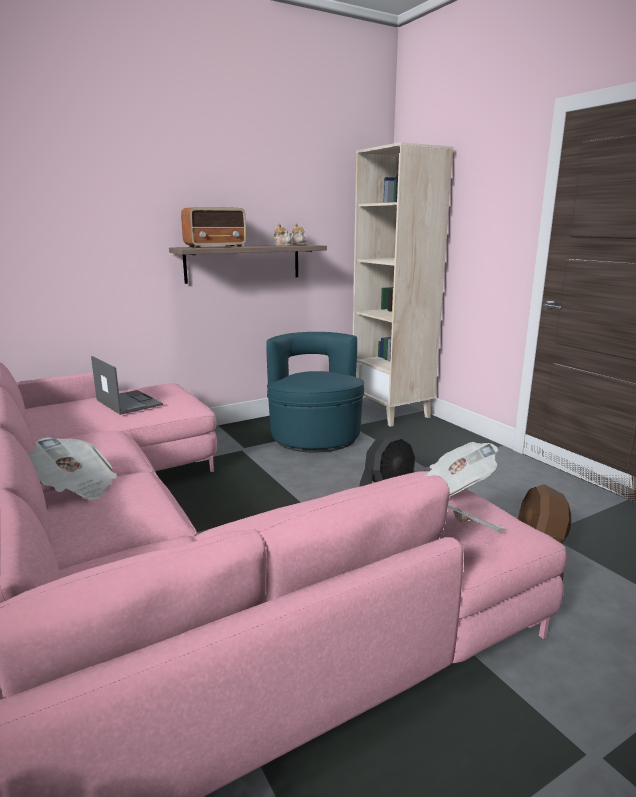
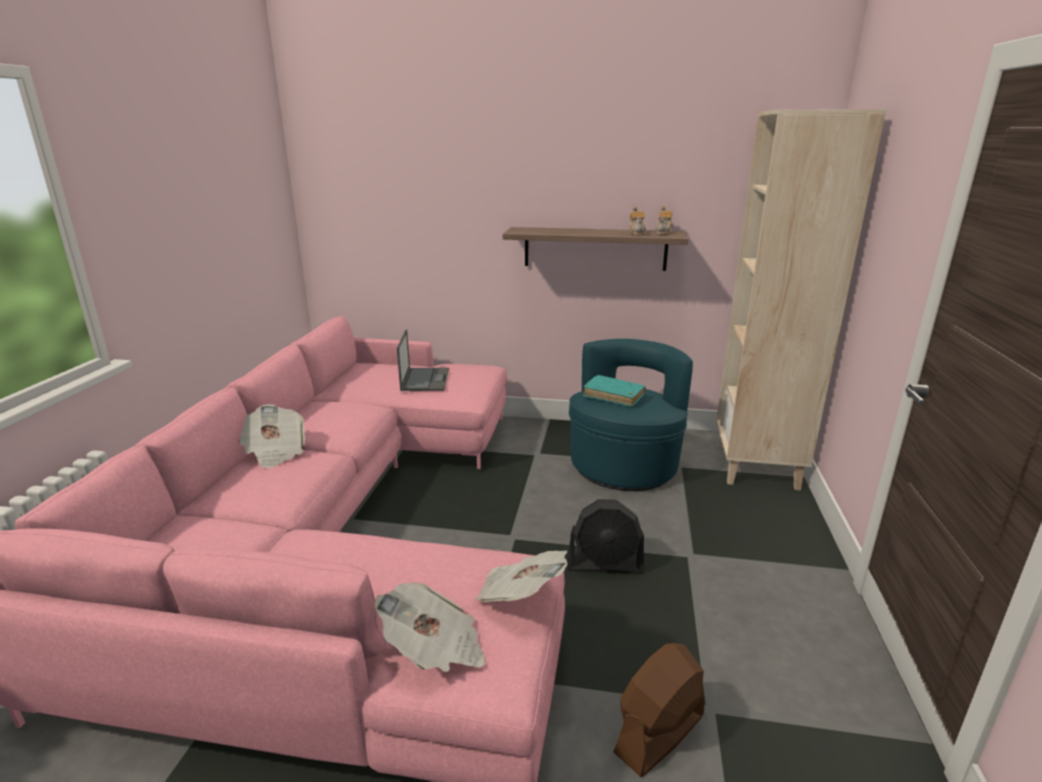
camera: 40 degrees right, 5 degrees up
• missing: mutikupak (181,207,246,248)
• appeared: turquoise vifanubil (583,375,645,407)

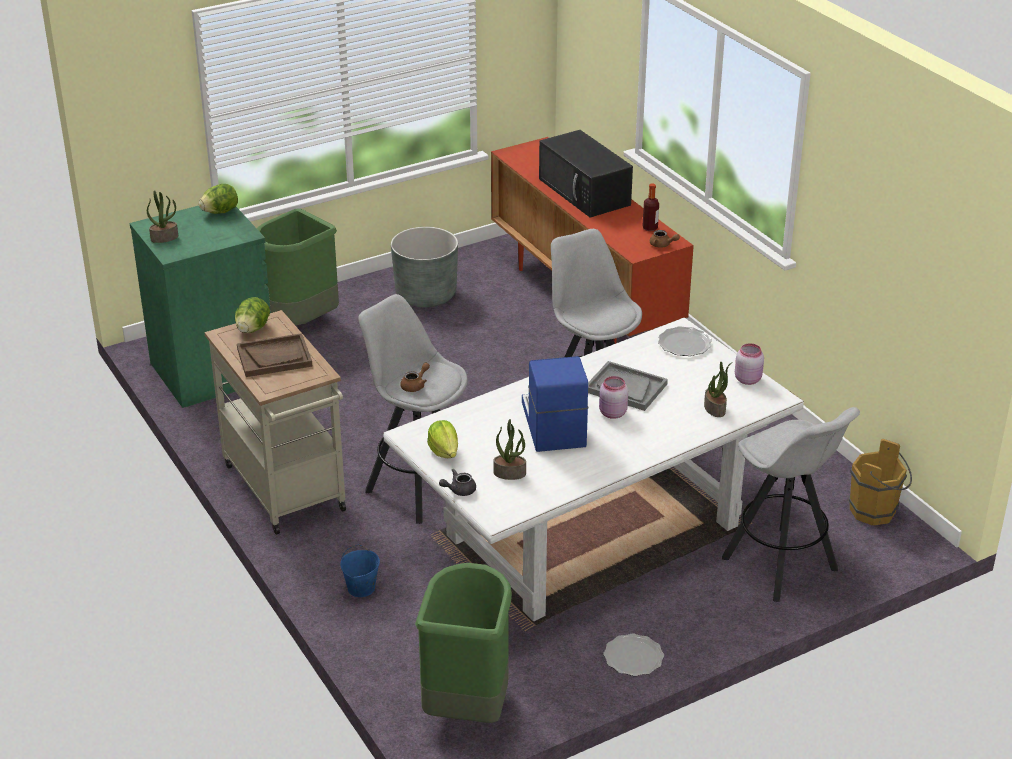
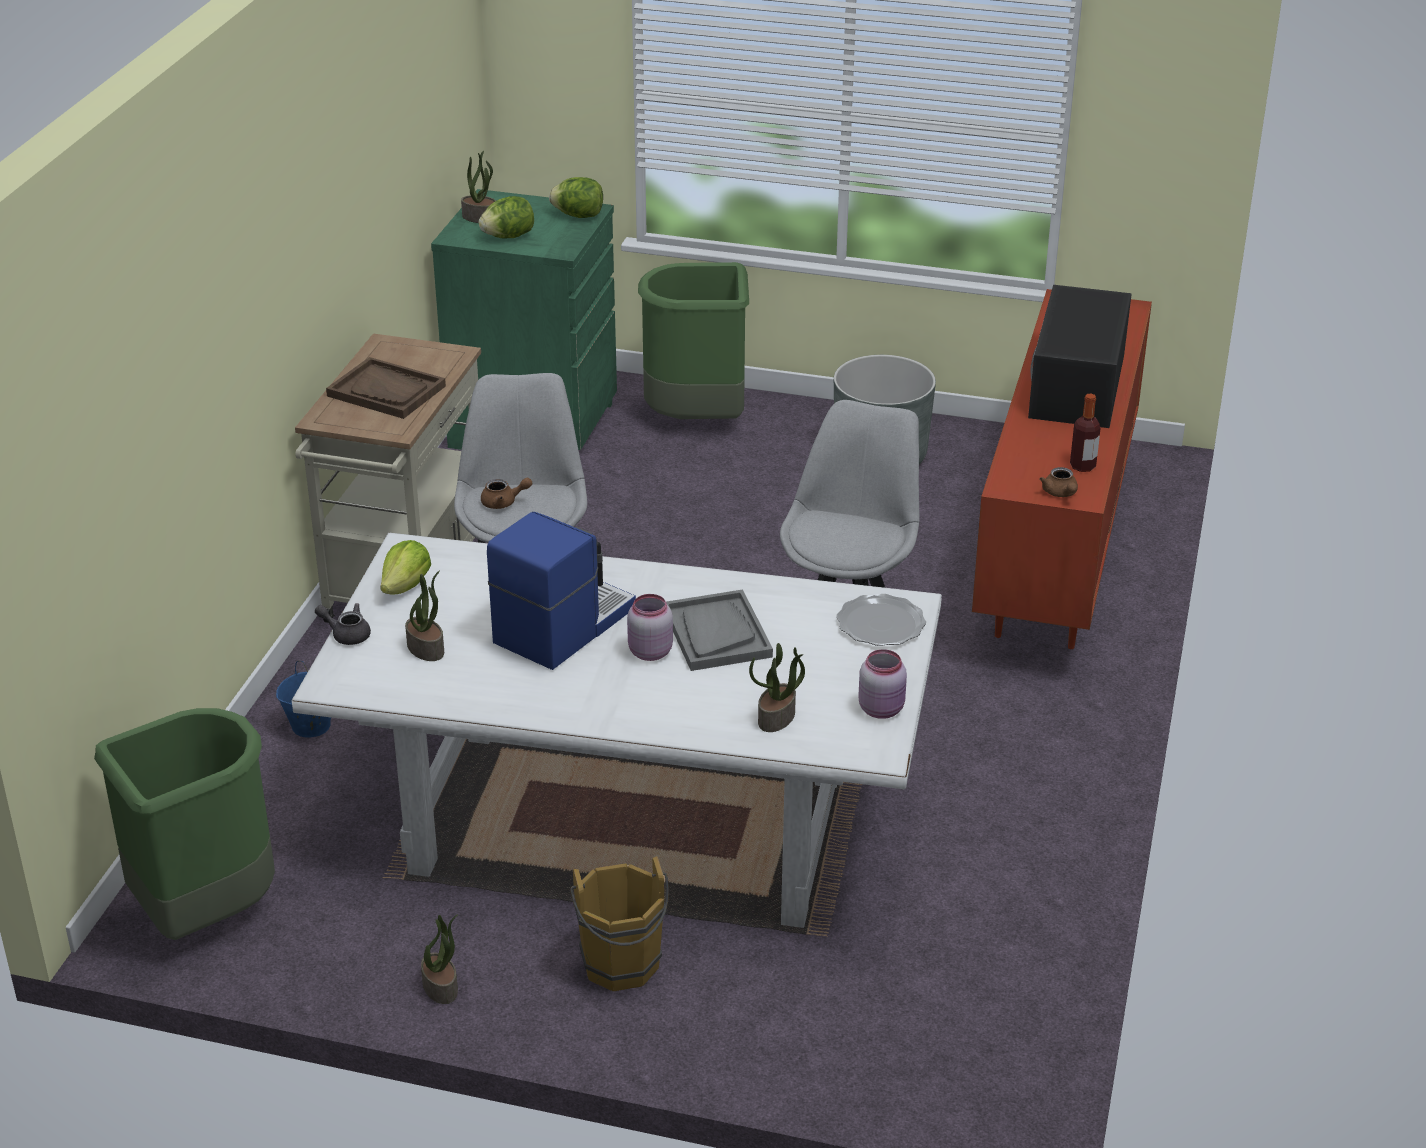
camera: 45 degrees right, 0 degrees up
• missing: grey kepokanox (722,407,860,602)
• relocated: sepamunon (235,297,270,333) to (479,196,534,239)
• relocated: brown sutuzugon (849,439,912,525) to (570,856,669,991)
• exchanged: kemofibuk (603,634,664,676) to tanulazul (421,914,458,1004)

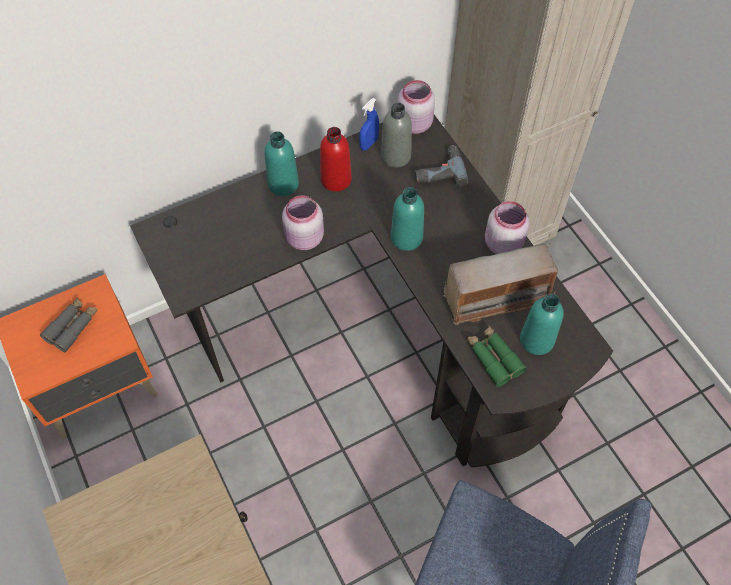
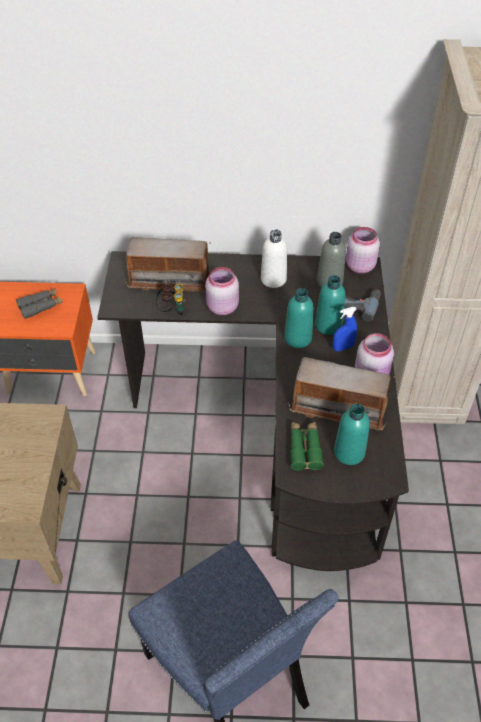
camera: 30 degrees right, 10 degrees down
• appeared: mutikupak (125,237,210,292)
• appeared: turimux (156,284,187,316)
• relocated: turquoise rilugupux (265,131,299,196) to (315,275,345,335)
• relocated: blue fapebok (359,98,379,151) to (333,307,357,351)
• colour: red rilugupux (320,127,352,192) to white rilugupux (261,229,287,288)

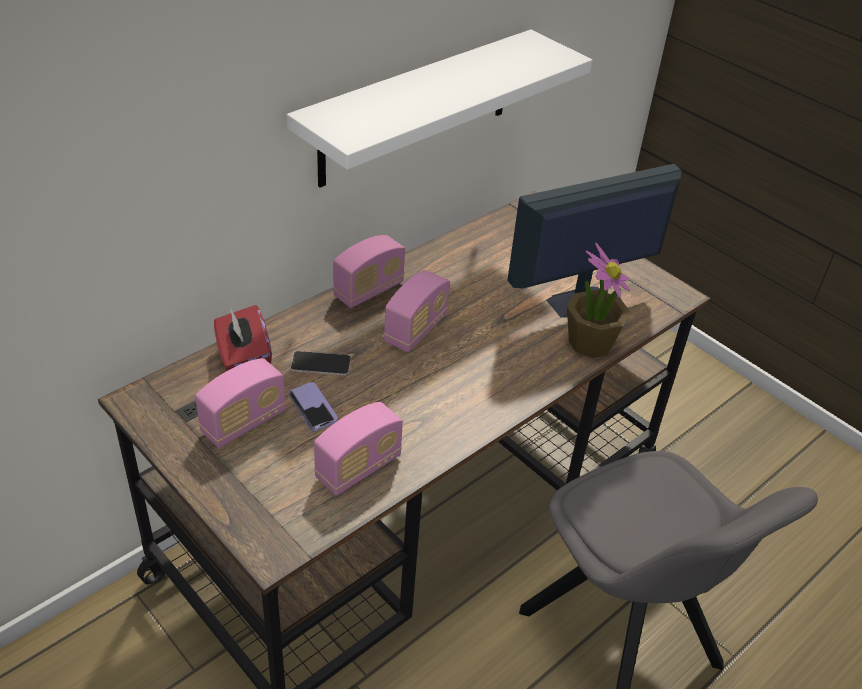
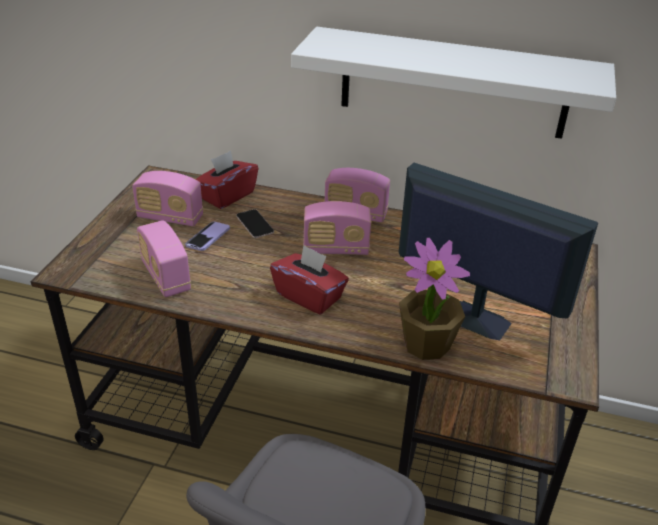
camera: 60 degrees right, 5 degrees down
• appeared: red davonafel (270,245,349,314)
• spun: mutikupak (314,402,403,496) = (137,220,191,297) 45 degrees clockwise

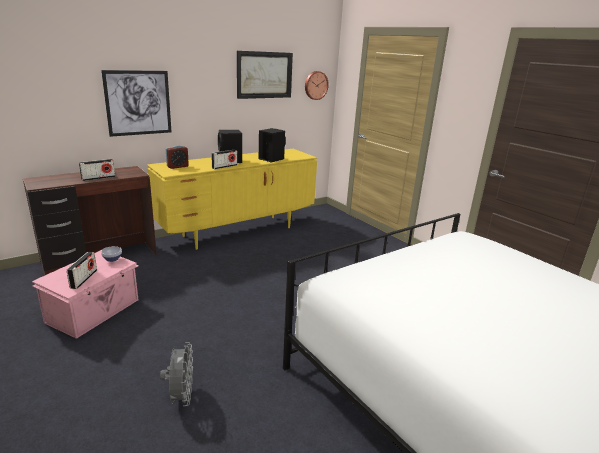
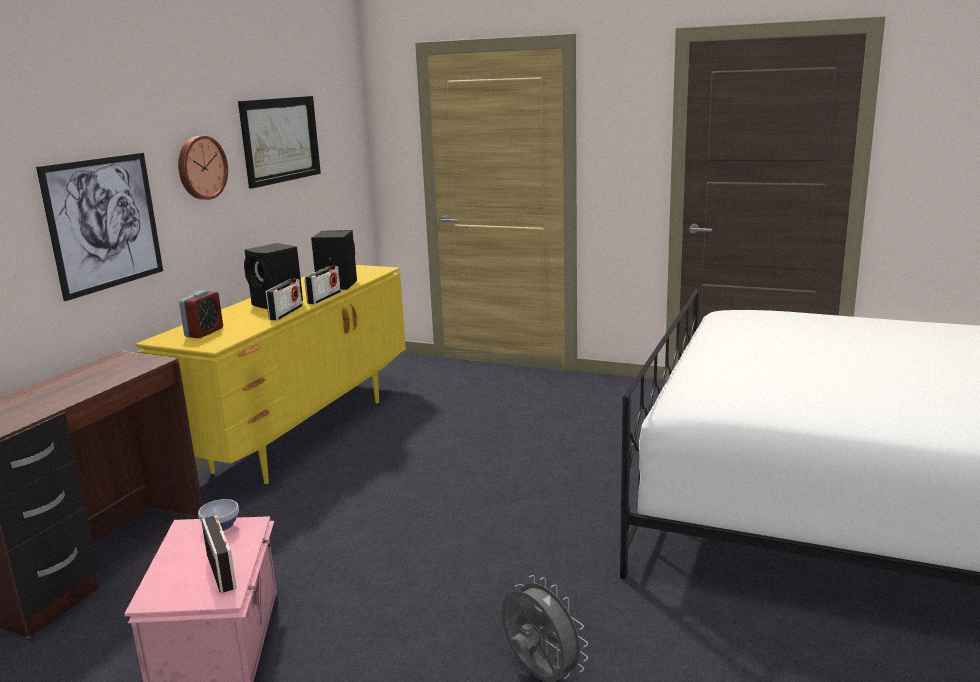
camera: 30 degrees left, 5 degrees down
• relocated: mutikupak (79,159,115,181) to (305,266,341,304)
• relocated: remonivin (305,71,329,100) to (178,136,228,200)

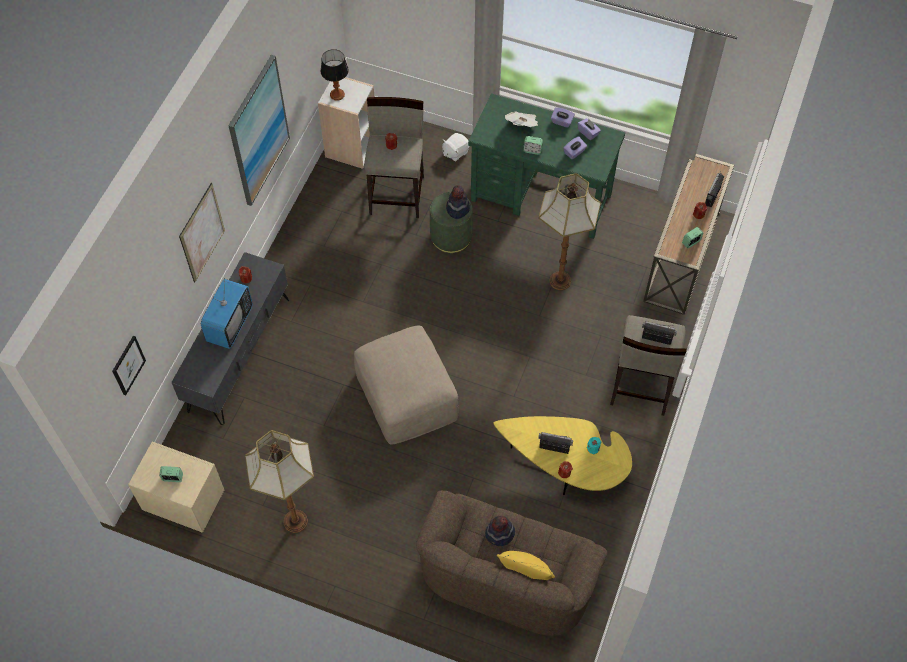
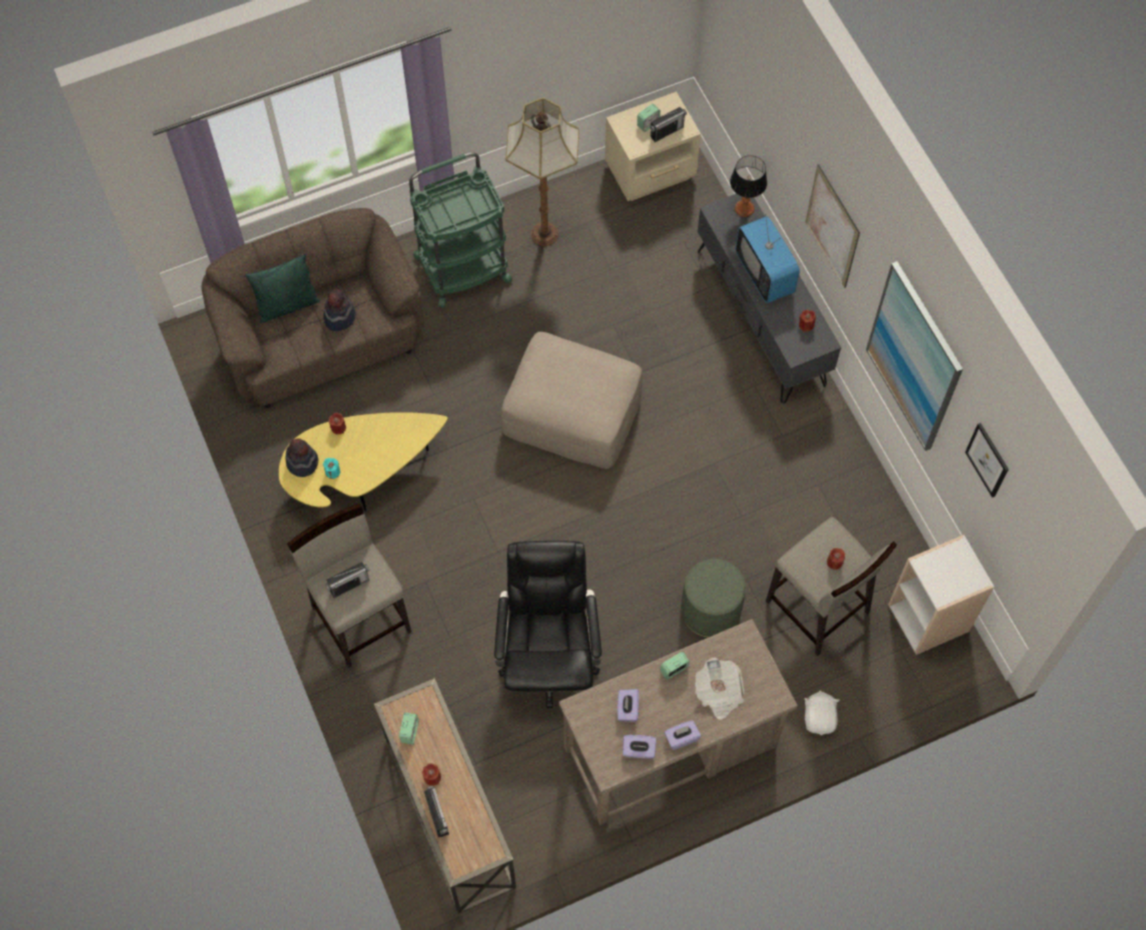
camera: 135 degrees right, 5 degrees up
• appeared: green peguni (409,152,513,308)
• relocated: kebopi (112,336,146,396) to (965,423,1009,498)
• relocated: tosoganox (321,49,349,101) to (730,155,767,217)
• relocated: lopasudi (446,185,470,219) to (285,439,318,477)
• relocated: mutikupak (538,432,573,454) to (650,107,687,142)
• exchanged: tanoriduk (539,173,601,290) to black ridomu (494,541,602,708)
• colour: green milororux (468,93,625,239) to brown milororux (559,619,797,826)
• colour: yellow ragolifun (497,551,555,580) to green ragolifun (245,254,320,323)

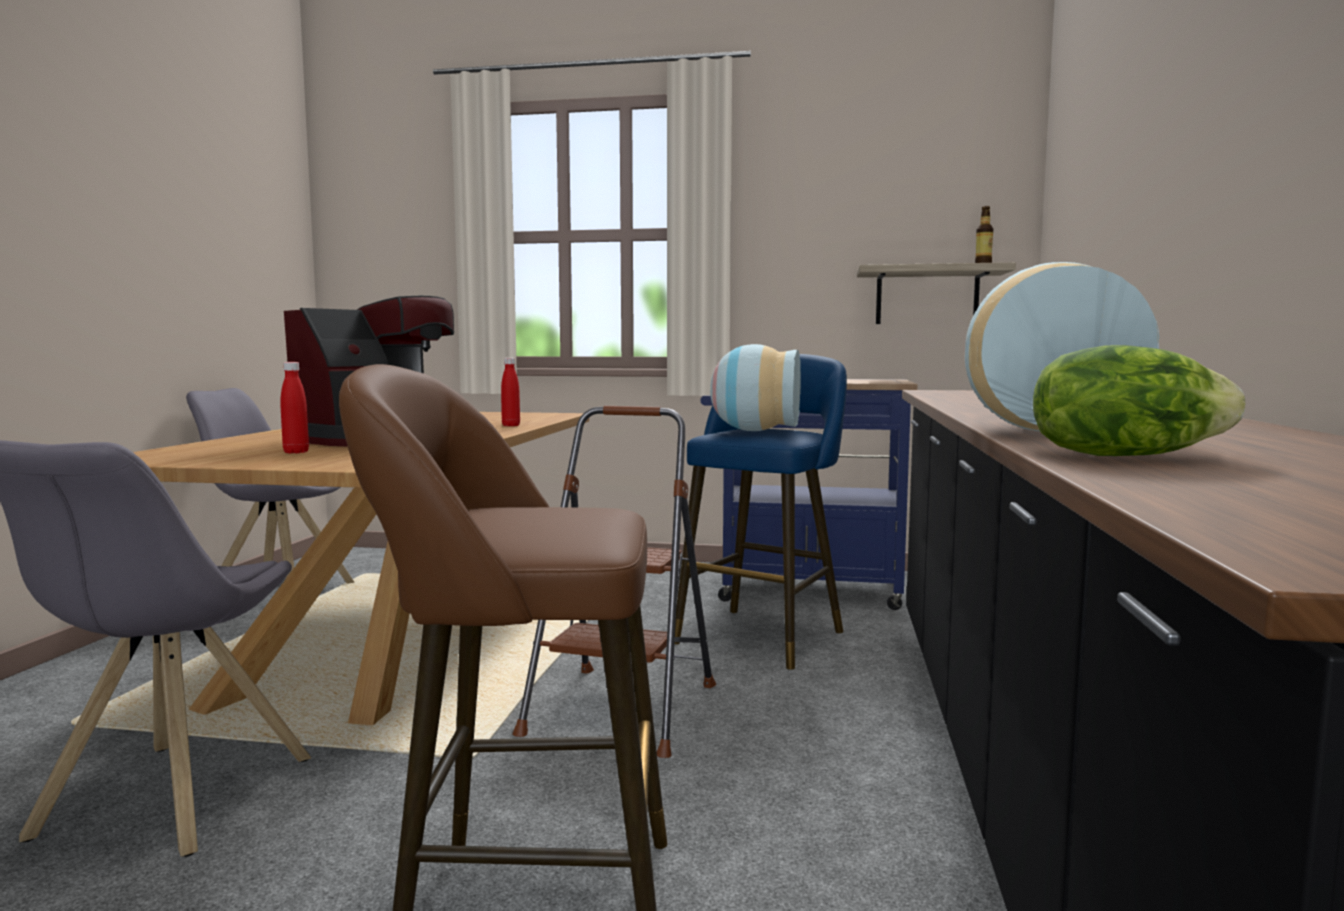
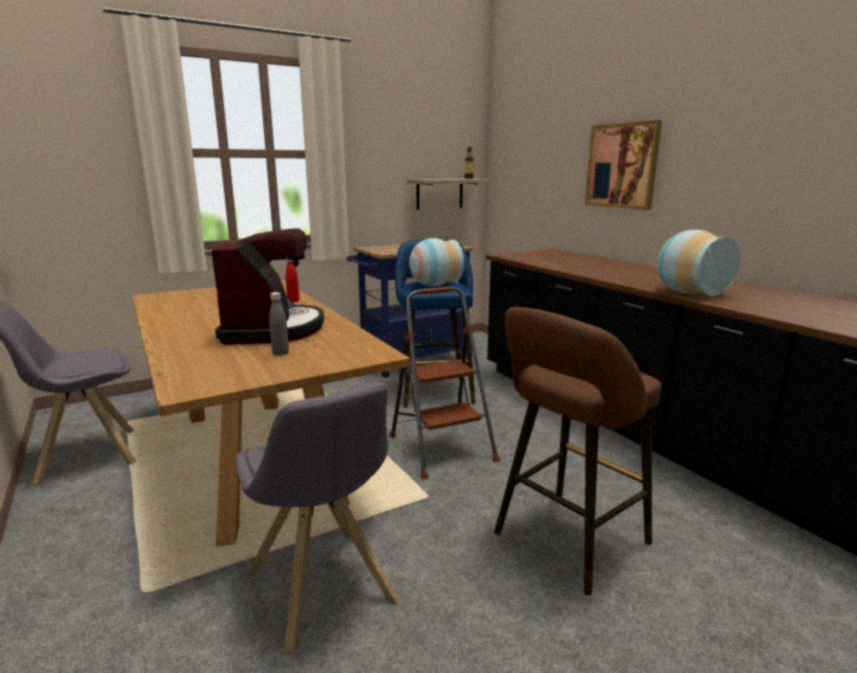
camera: 40 degrees left, 10 degrees up
• missing: sepamunon (1033,345,1245,456)
• appeared: kebopi (585,120,662,210)
• colour: red rilugupux (280,362,309,454) to grey rilugupux (269,292,289,356)

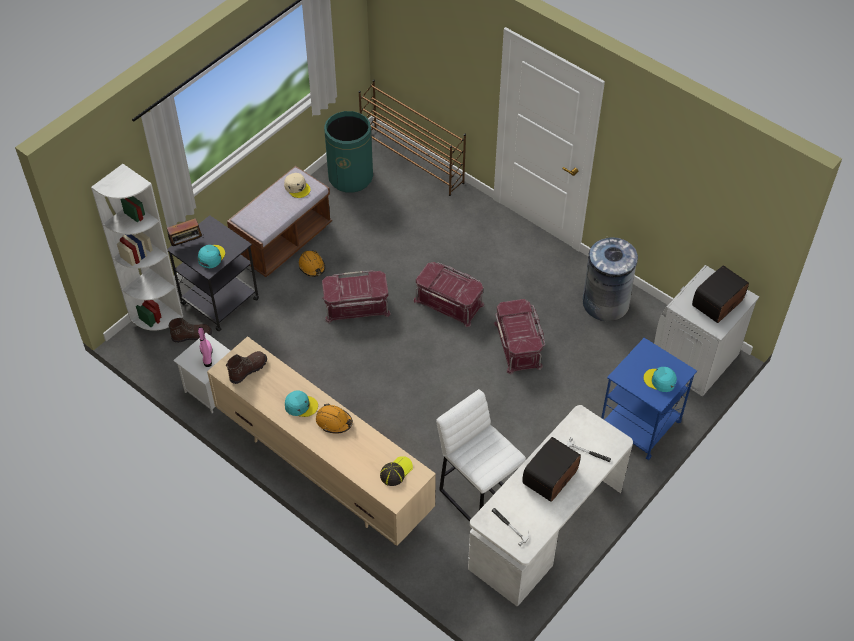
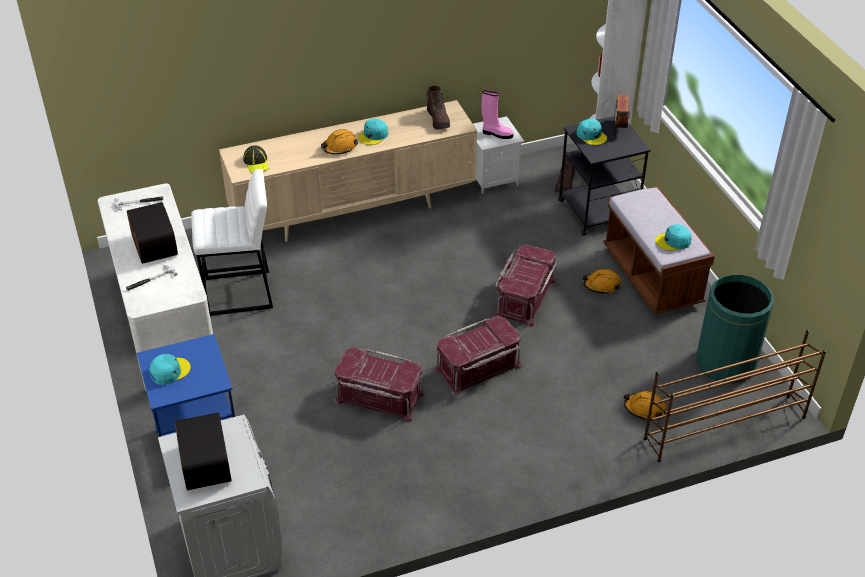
camera: 120 degrees right, 10 degrees down
• missing: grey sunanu (583,237,638,321)
• appeared: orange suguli (624,391,667,420)
• colour: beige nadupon (284,173,311,198) to turquoise nadupon (655,224,692,251)

